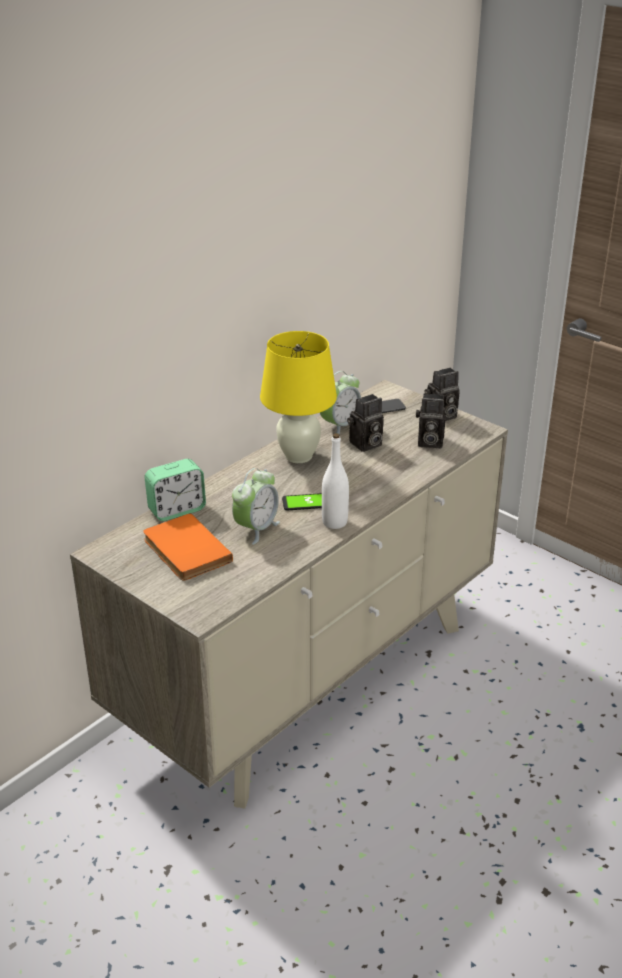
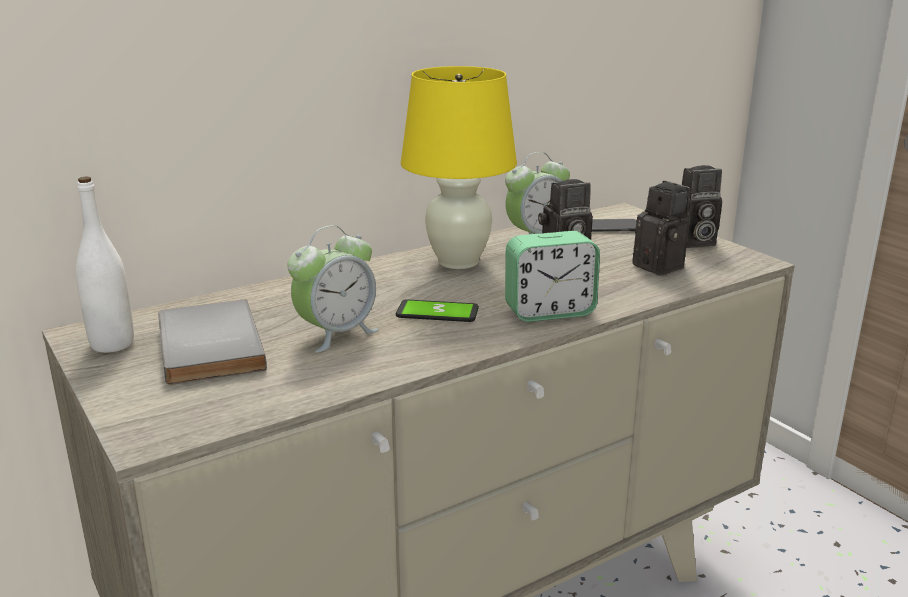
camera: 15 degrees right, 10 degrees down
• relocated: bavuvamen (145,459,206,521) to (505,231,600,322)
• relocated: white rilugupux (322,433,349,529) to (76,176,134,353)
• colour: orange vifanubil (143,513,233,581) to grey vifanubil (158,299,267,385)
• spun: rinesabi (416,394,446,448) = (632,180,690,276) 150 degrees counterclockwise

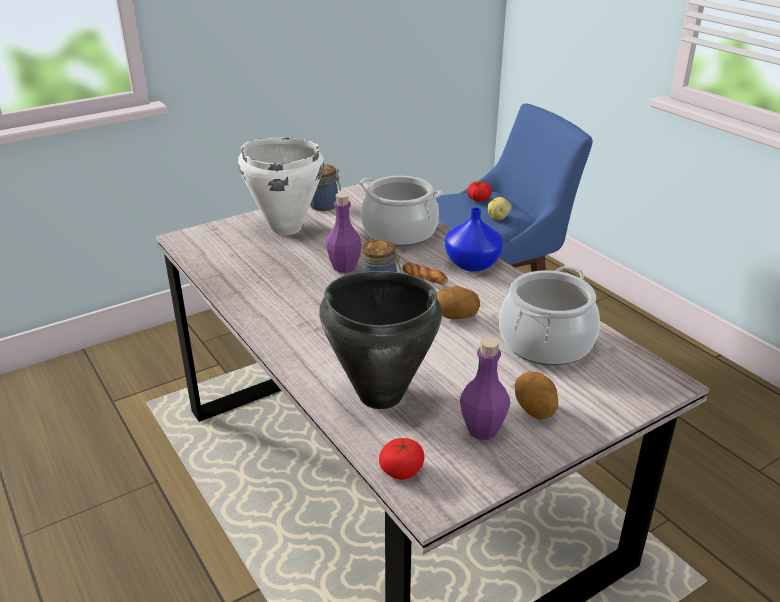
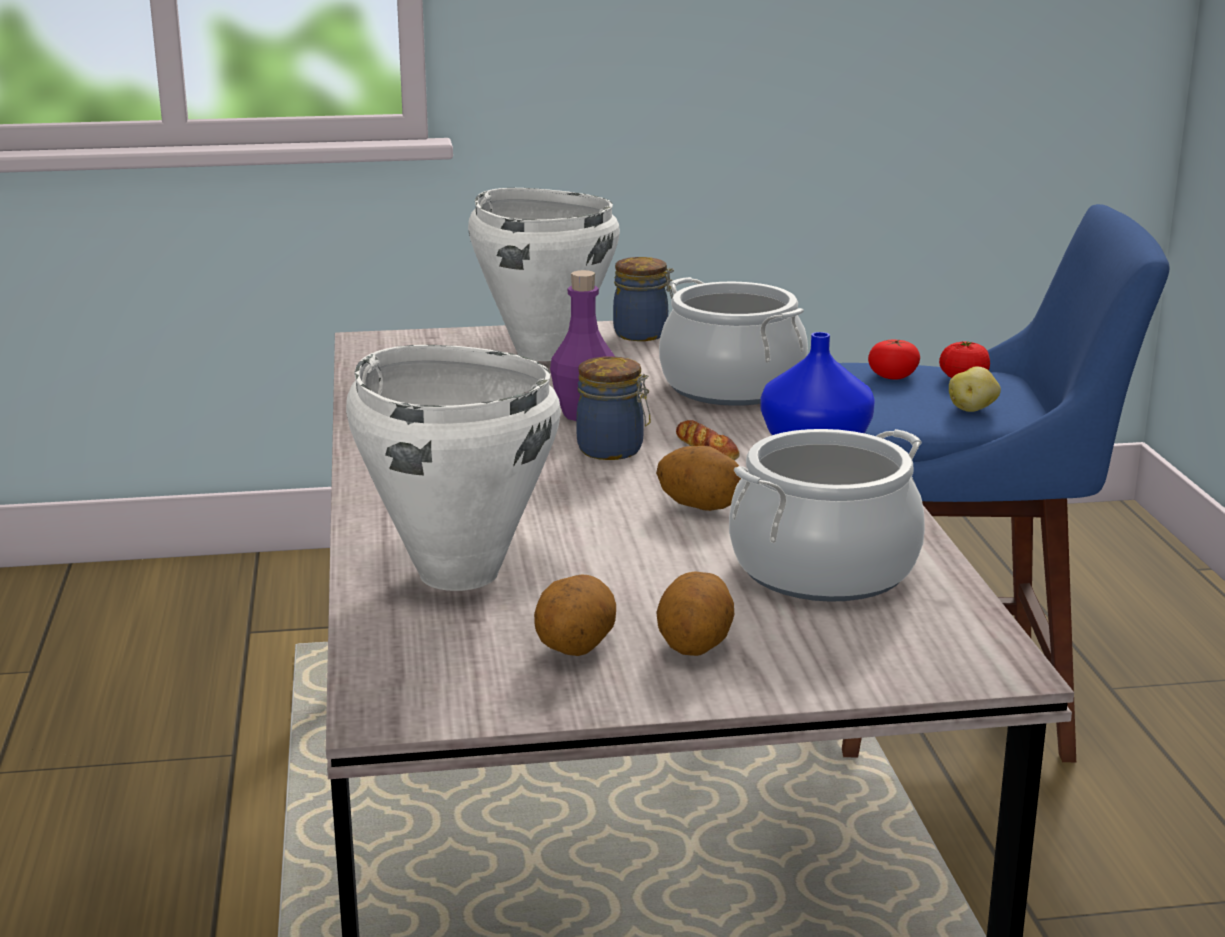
camera: 25 degrees right, 10 degrees down
• relocated: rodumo (379,438,424,480) to (868,339,920,380)
• exchanged: purple rilugupux (460,337,510,440) to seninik (534,574,616,656)
• colour: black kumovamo (319,271,442,409) to white kumovamo (346,345,561,591)

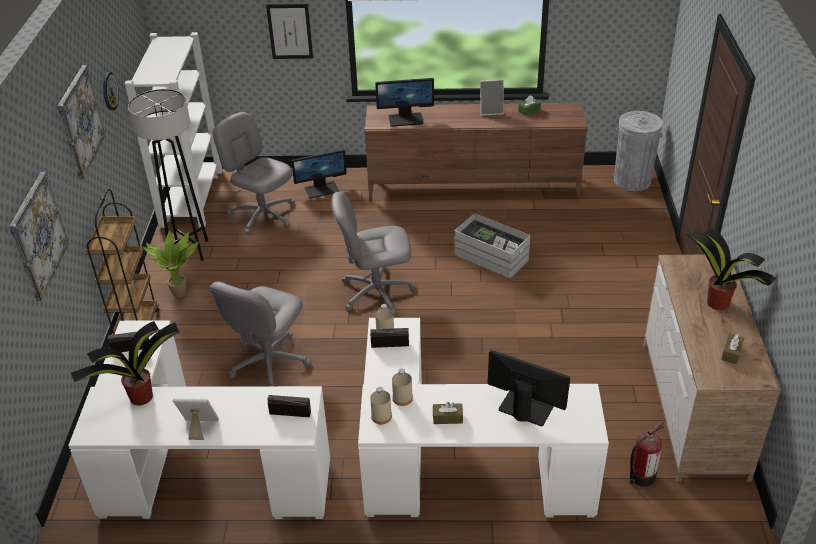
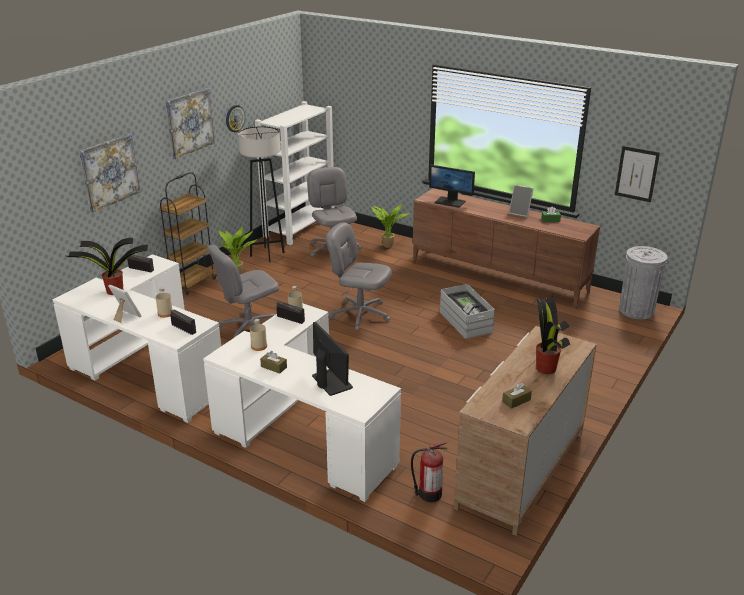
camera: 30 degrees right, 10 degrees down
• relocated: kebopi (266,4,313,59) to (615,146,660,202)
• relocated: beige rilugupux (370,387,392,424) to (156,287,172,318)
• exchanged: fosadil (291,149,347,198) to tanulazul (371,203,411,248)

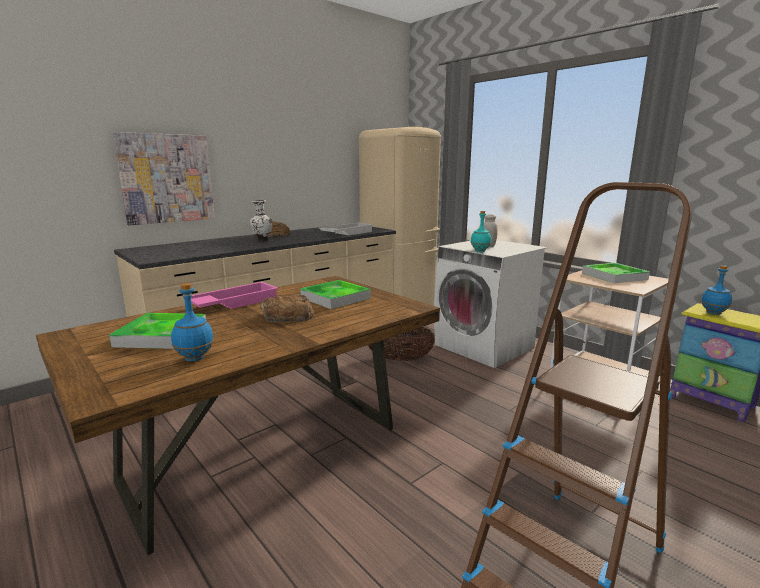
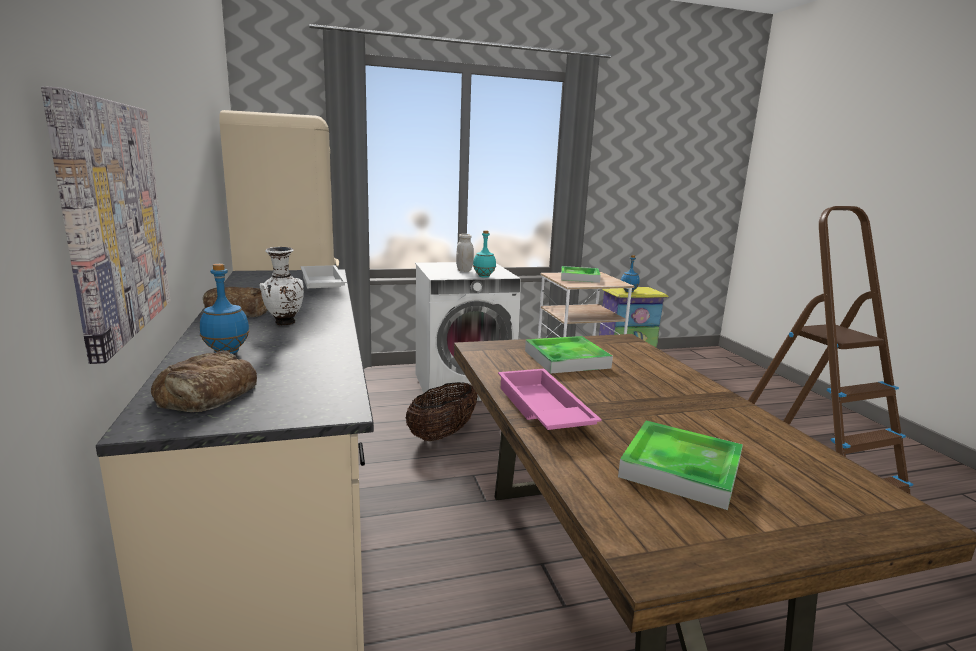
camera: 65 degrees left, 0 degrees up
• relocated: blue rilugupux (171,283,214,361) to (200,264,250,354)
• relocated: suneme (260,295,314,322) to (151,351,257,412)

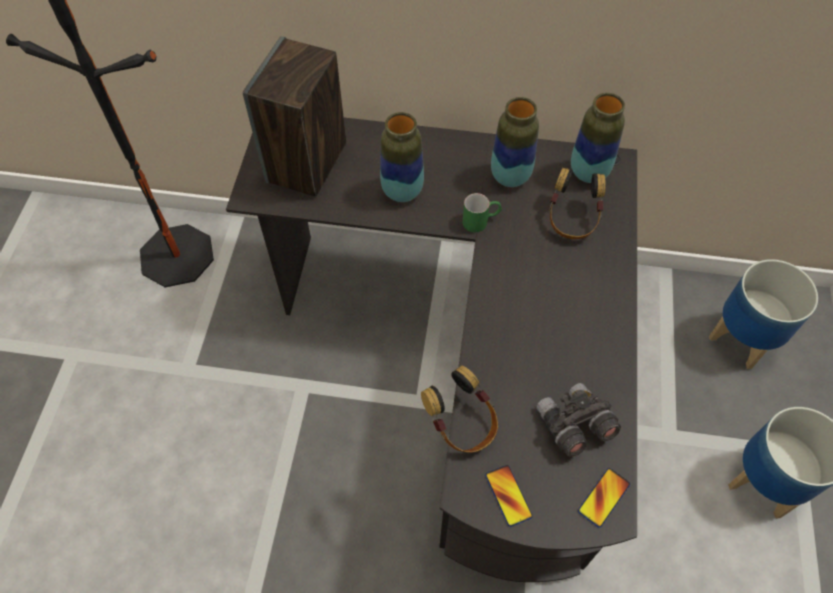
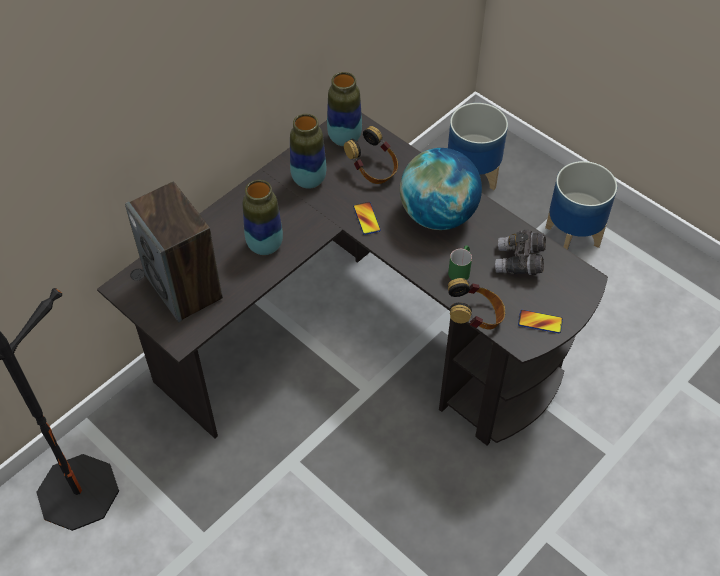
camera: 55 degrees left, 5 degrees down
• appeared: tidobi (400,148,482,230)
• relocated: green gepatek (463,193,502,232) to (448,245,472,280)
• relocated: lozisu (578,468,630,528) to (353,202,381,235)

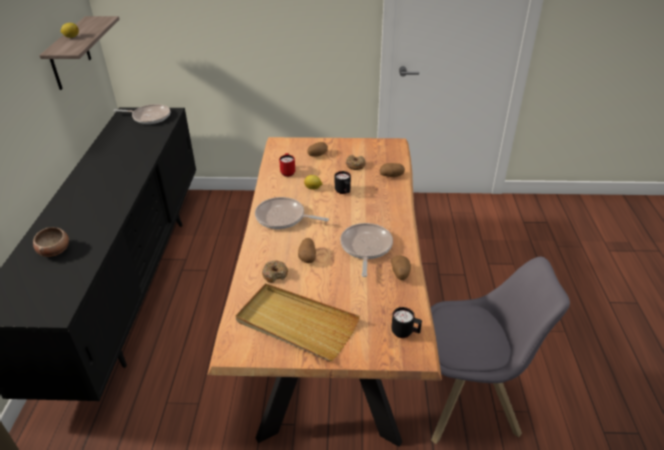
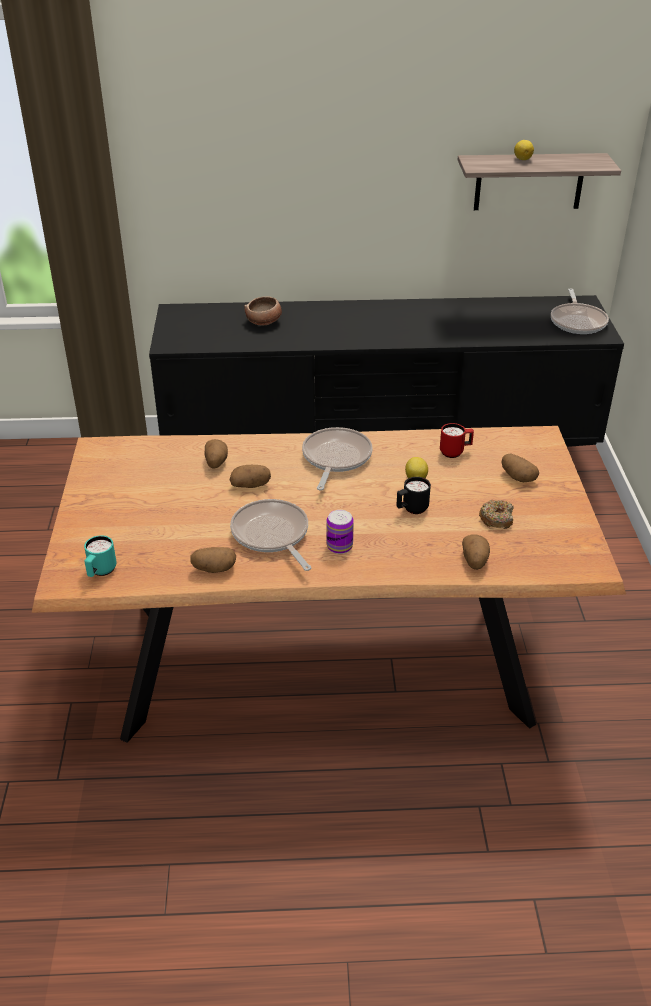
camera: 85 degrees right, 0 degrees up
• missing: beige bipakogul (236,283,360,361)
• missing: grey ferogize (431,257,570,444)
• appeared: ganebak (326,510,354,554)
• exchanged: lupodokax (262,260,288,283) to seninik (204,439,228,469)
• colour: black gepatek (391,307,422,338) to turquoise gepatek (84,535,116,577)
• spun: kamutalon (340,223,393,277) = (230,499,311,571) 120 degrees counterclockwise

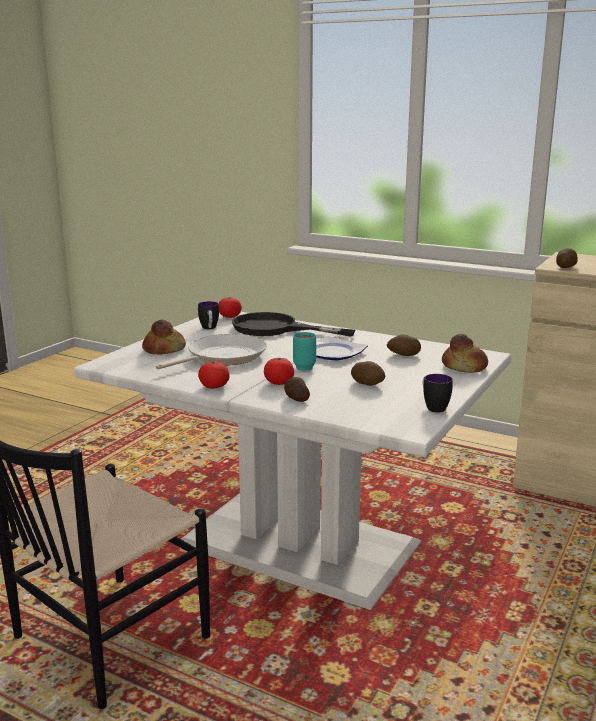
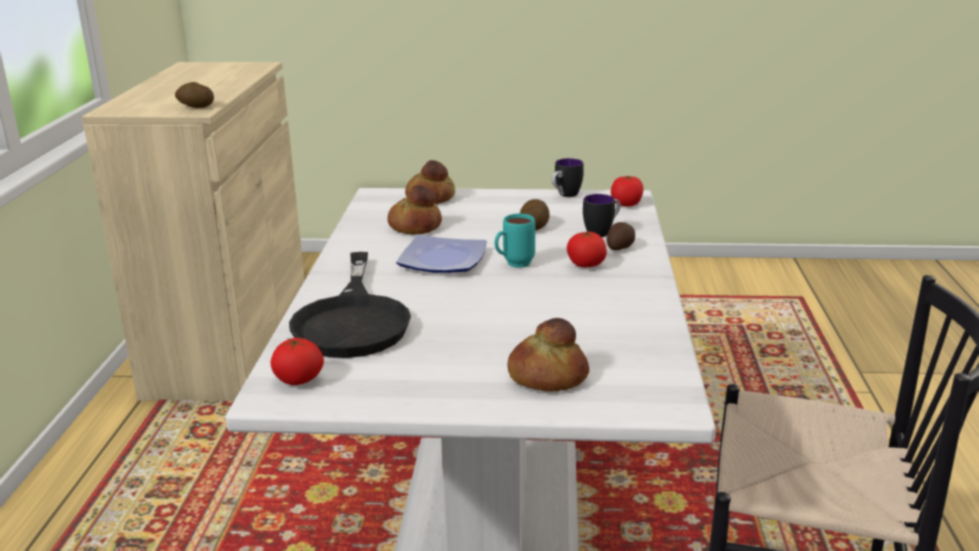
camera: 115 degrees left, 5 degrees up
• missing: kamutalon (156,334,267,369)
• relocated: gepatek (198,301,219,329) to (583,194,621,237)
• relocated: rodumo (198,361,230,389) to (611,176,643,207)
• exchanged: seninik (387,334,421,356) to suneme (387,185,442,235)

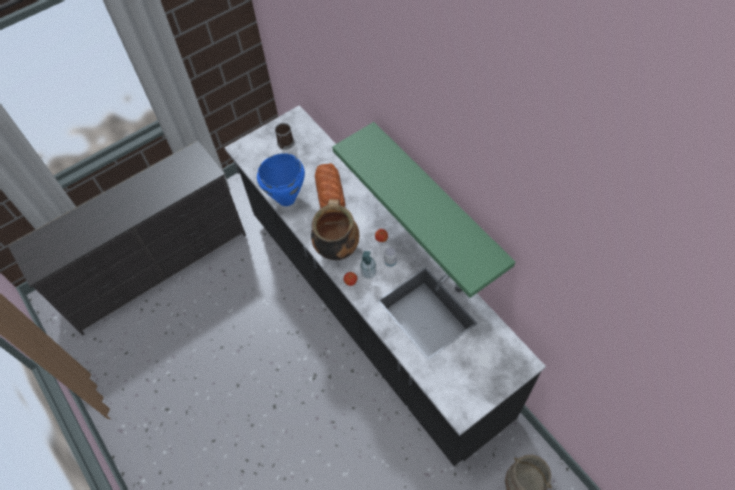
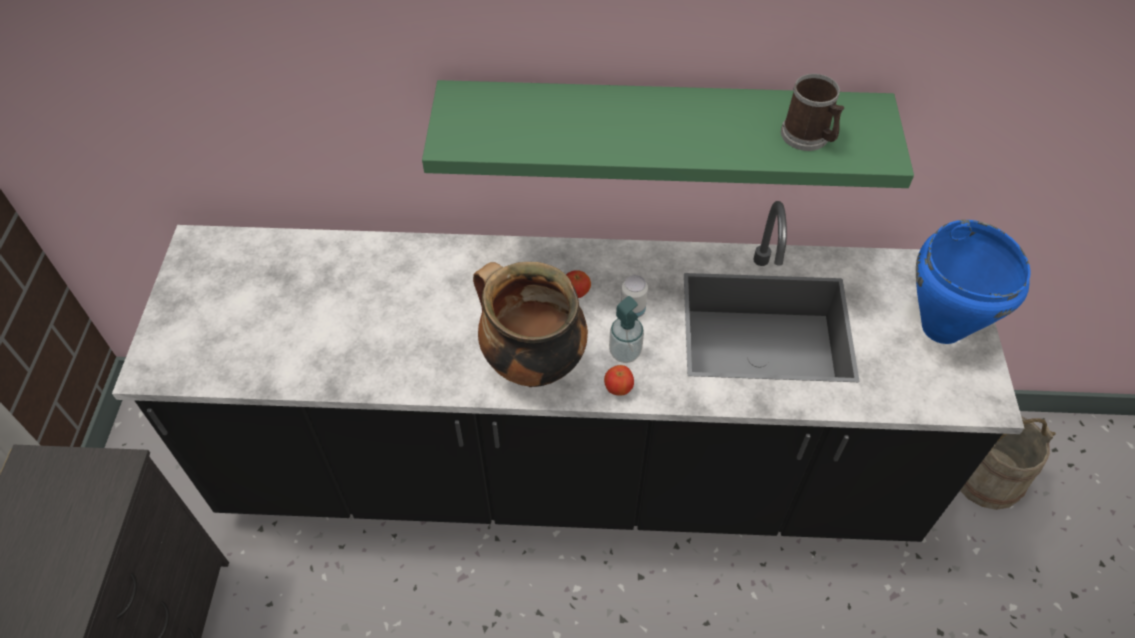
camera: 55 degrees left, 5 degrees down
• missing: suneme (315,163,345,209)
• relocated: blue kumovamo (257,153,305,206) to (916,220,1030,344)
• relocated: gepatek (275,123,295,150) to (781,74,844,151)

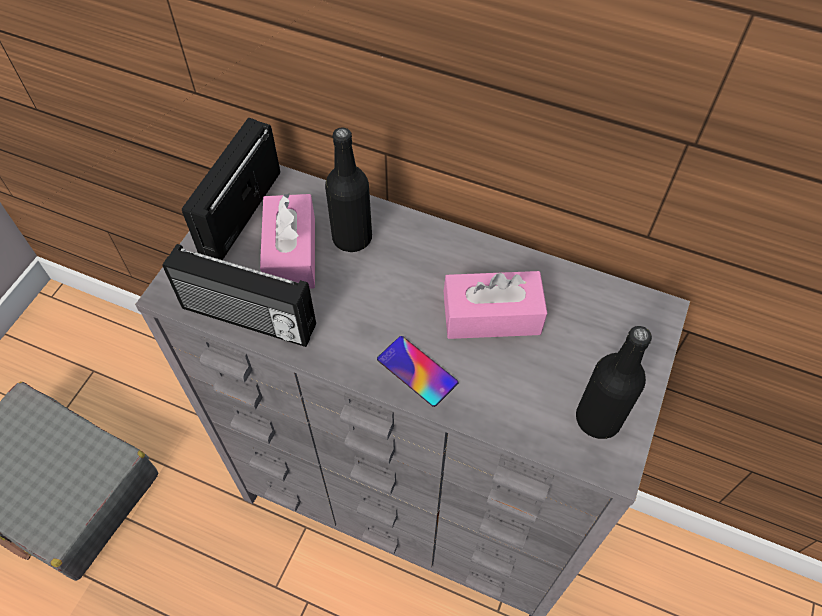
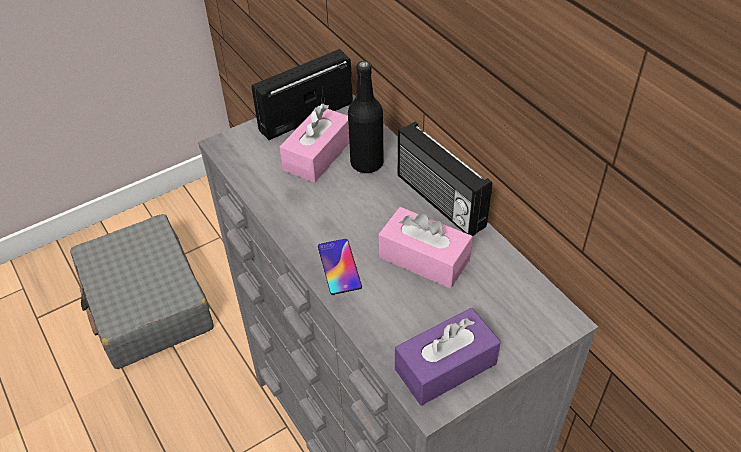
camera: 35 degrees right, 10 degrees down
• relocated: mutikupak (162,244,316,347) to (398,121,492,236)
• exchanged: black rilugupux (576,326,652,439) to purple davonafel (395,308,501,405)

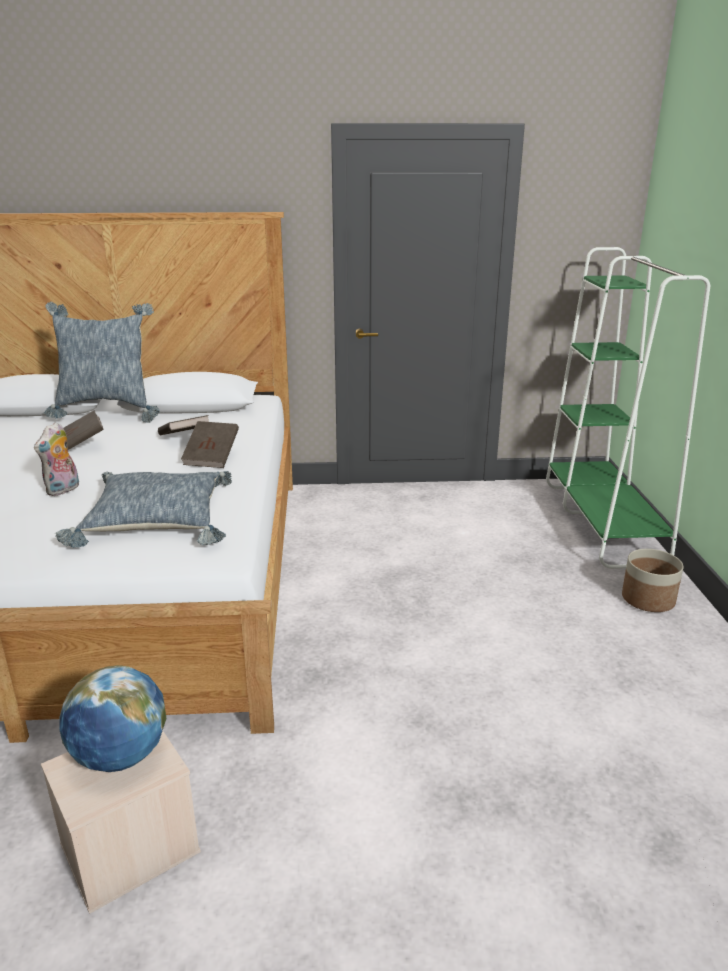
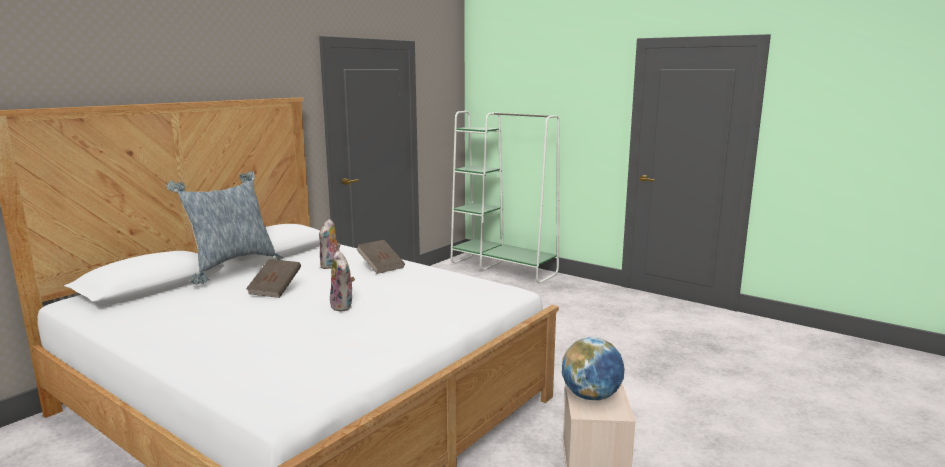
camera: 50 degrees left, 10 degrees down
• missing: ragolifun (55,471,232,547)
• missing: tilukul (622,549,683,612)
• exchanged: brown vifanubil (158,415,209,435) to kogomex (319,219,341,269)

